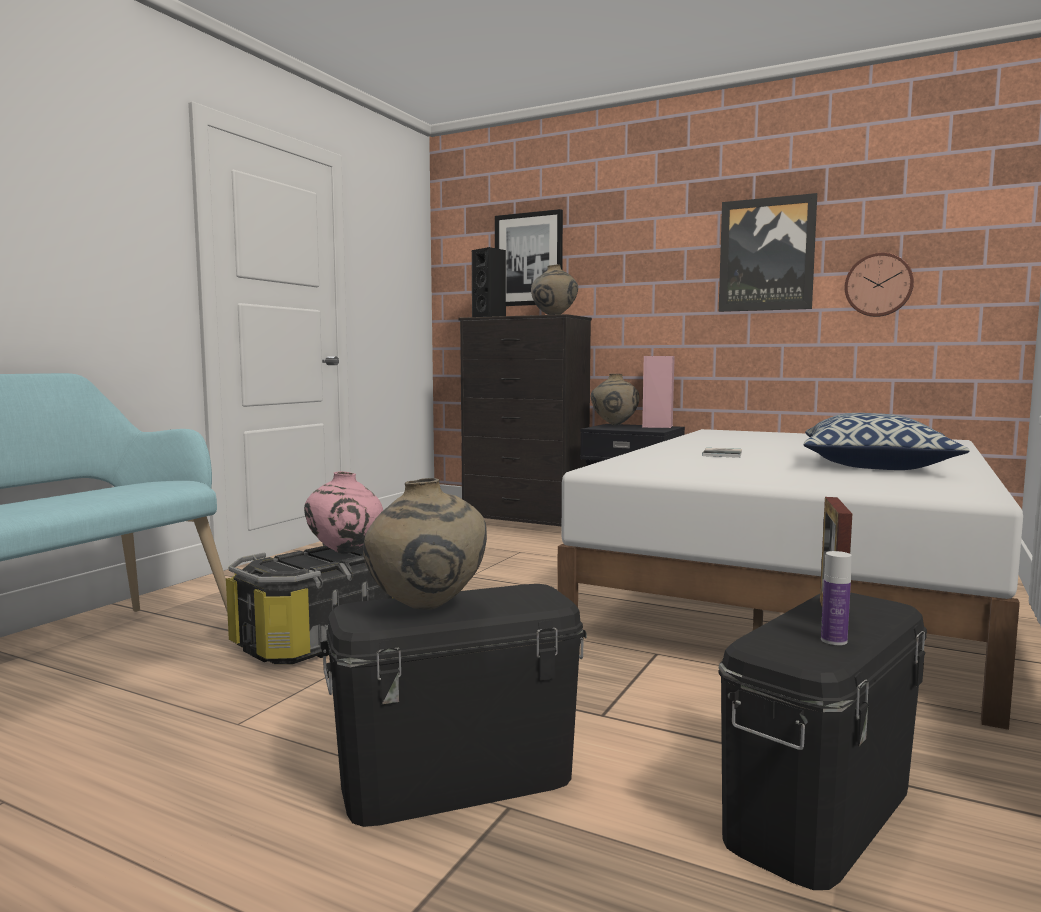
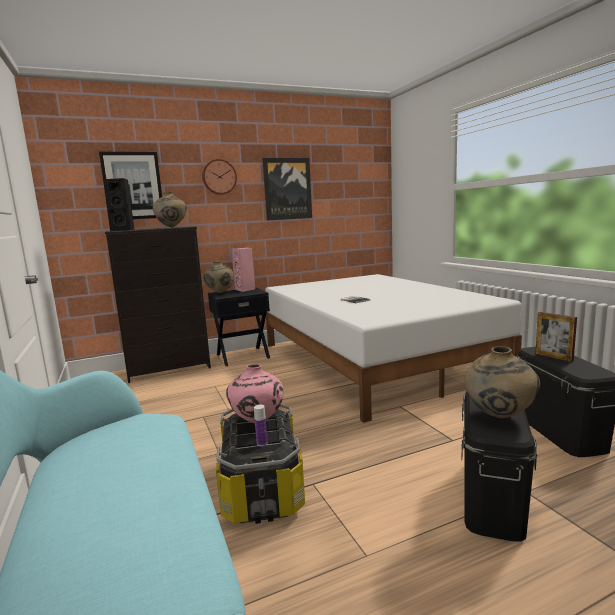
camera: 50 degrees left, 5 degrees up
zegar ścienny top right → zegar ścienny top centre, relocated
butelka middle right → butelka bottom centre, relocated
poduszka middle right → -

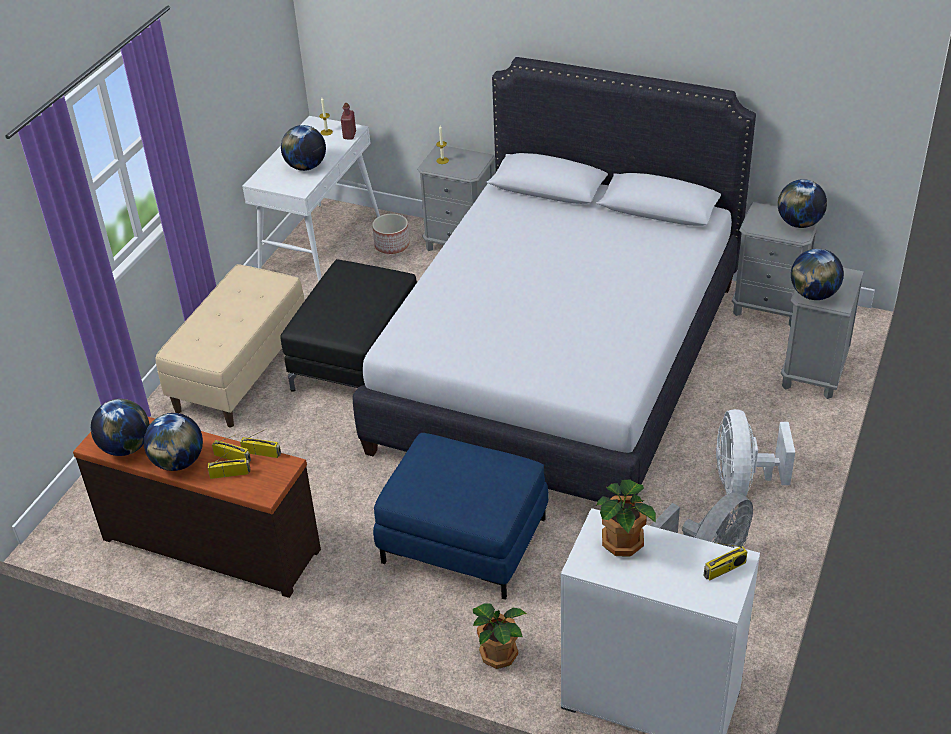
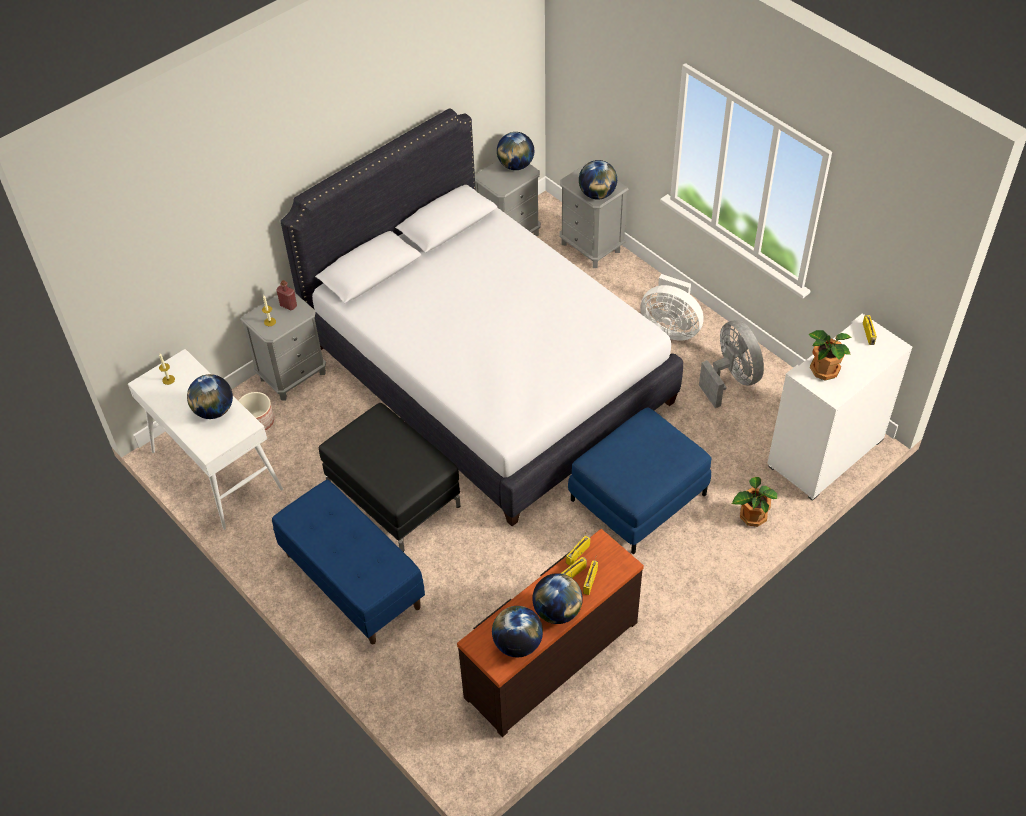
camera: 65 degrees left, 10 degrees up
ławka/beżowy middle left → ławka/niebieski bottom centre
butelka/czerwony top centre → butelka/czerwony middle left, relocated

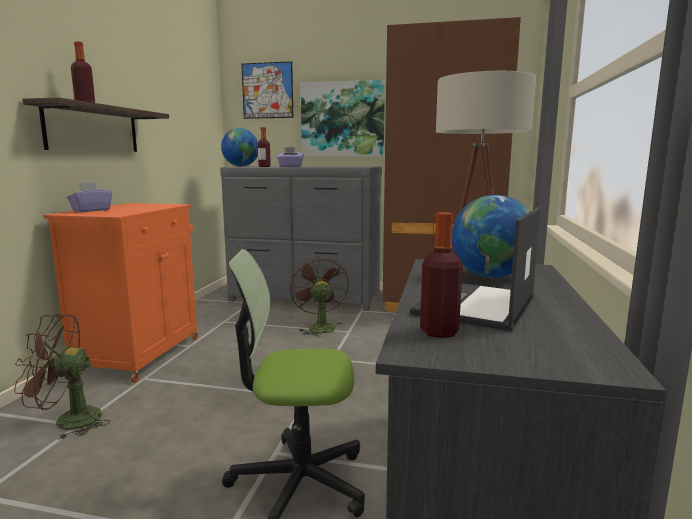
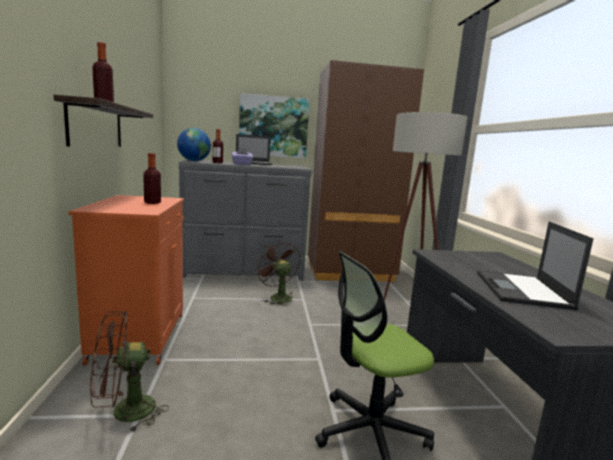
camera: 20 degrees left, 0 degrees up
butelka (no. 3 from left in the first image) centre → butelka (no. 2 from left) middle left, relocated
- → laptop (no. 1 from left) top centre
pudełko chusteczek/fioletowy (no. 1 from left) middle left → -
obraz (no. 1 from left) top centre → -
globus (no. 2 from left) middle right → -

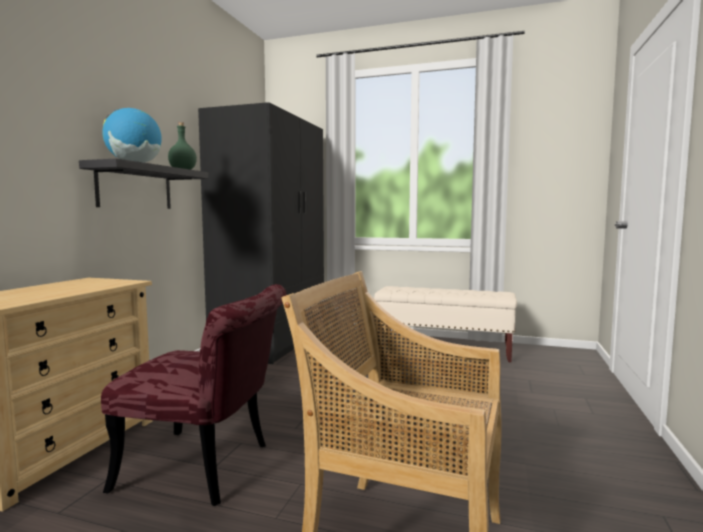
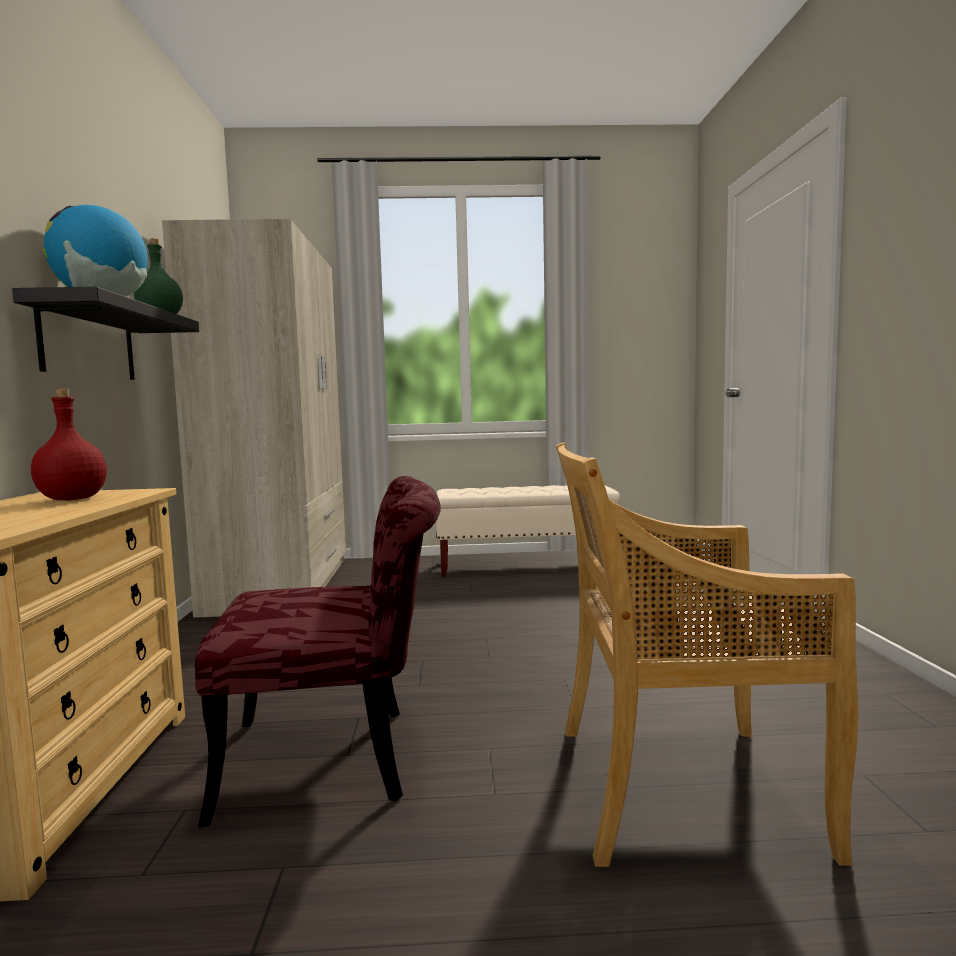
camera: 20 degrees left, 0 degrees up
- → butelka/czerwony middle left
szafa/czarny centre → szafa/beżowy middle left

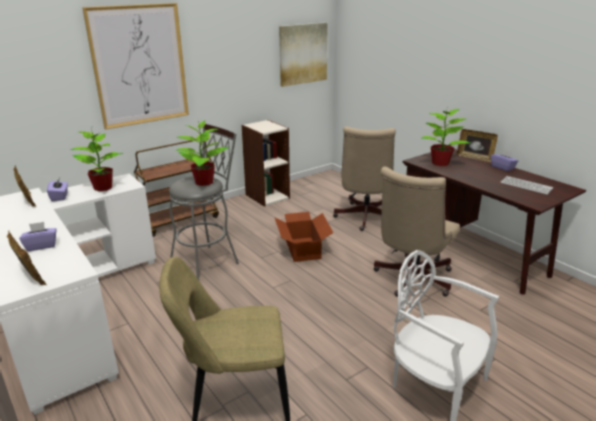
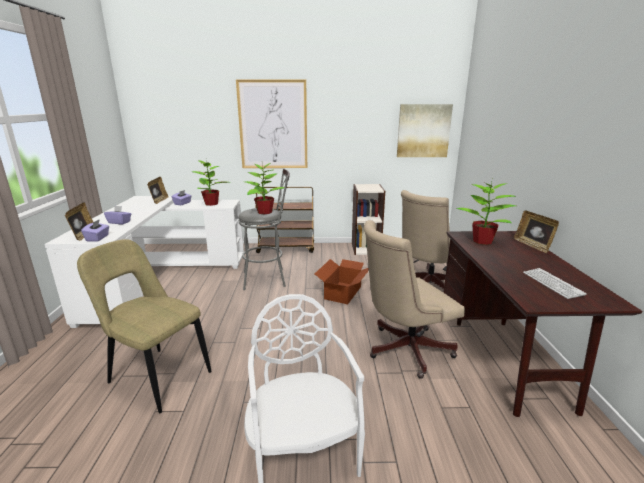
camera: 35 degrees right, 5 degrees down
pudełko chusteczek/fioletowy (no. 3 from left in the first image) middle right → pudełko chusteczek/fioletowy (no. 1 from left) middle left, relocated

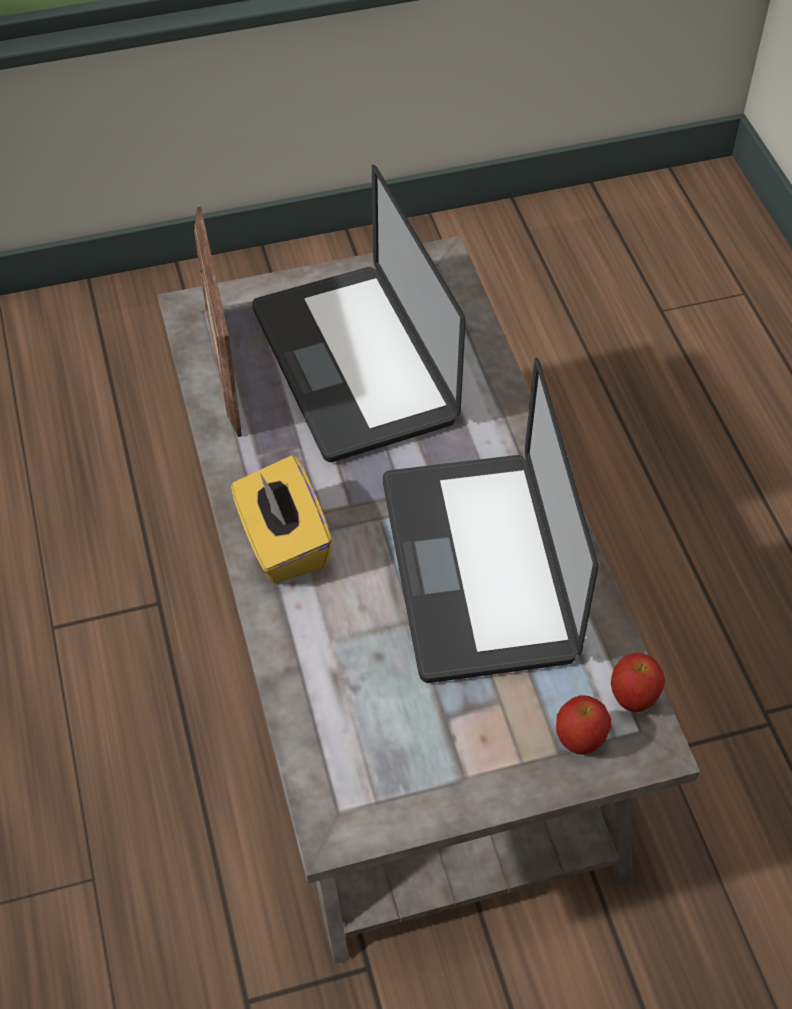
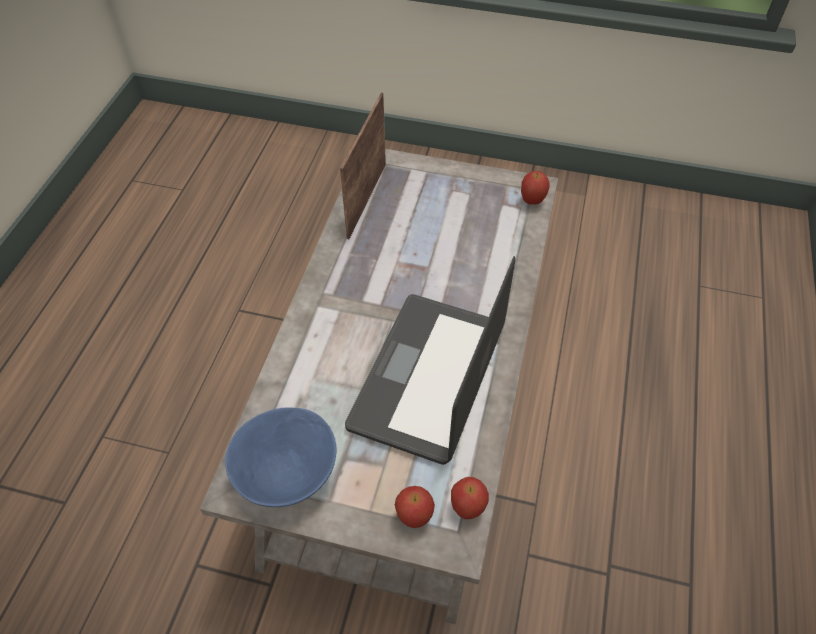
camera: 30 degrees right, 0 degrees up
- → miska/niebieski bottom centre
- → jabłko (no. 3 from left) top centre
pudełko chusteczek/żółty centre → -
laptop (no. 1 from left) top centre → -

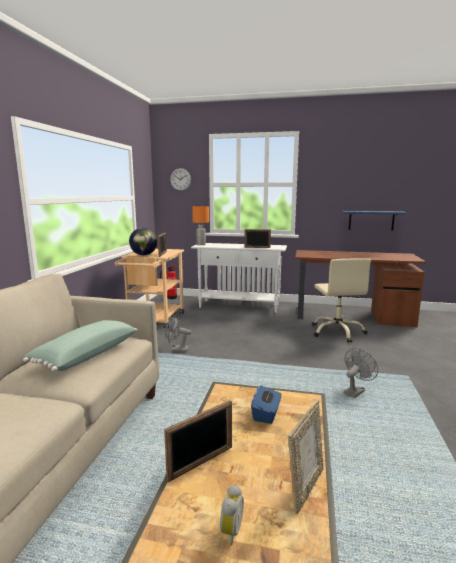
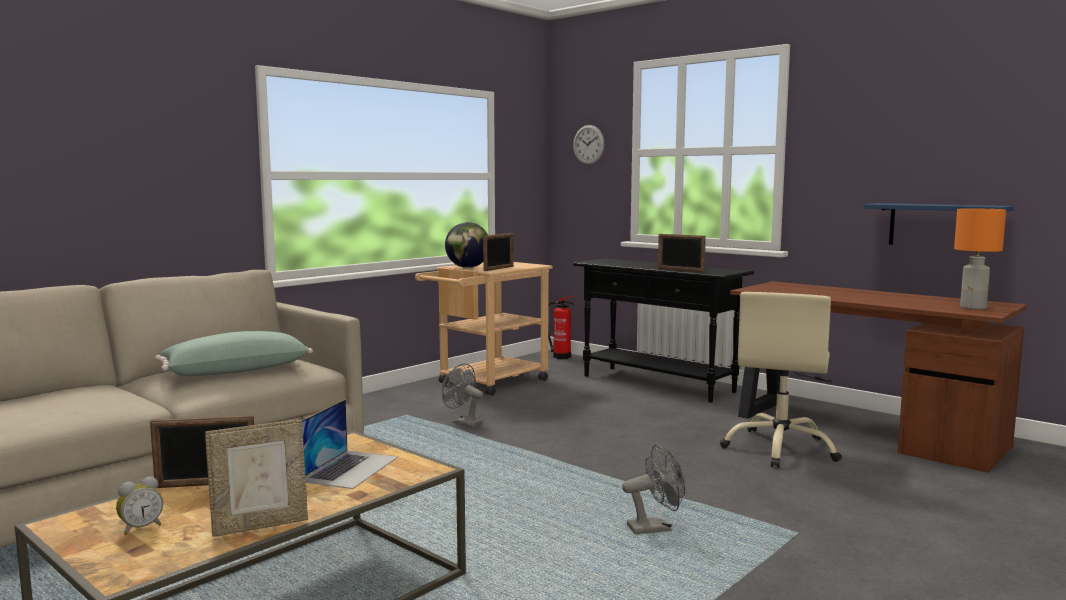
camera: 30 degrees right, 5 degrees down
pudełko chusteczek/niebieski bottom centre → laptop bottom left
stolik konsolowy/biały centre → stolik konsolowy/czarny centre
lampa stołowa/pomarańczowy centre → lampa stołowa/pomarańczowy middle right, relocated

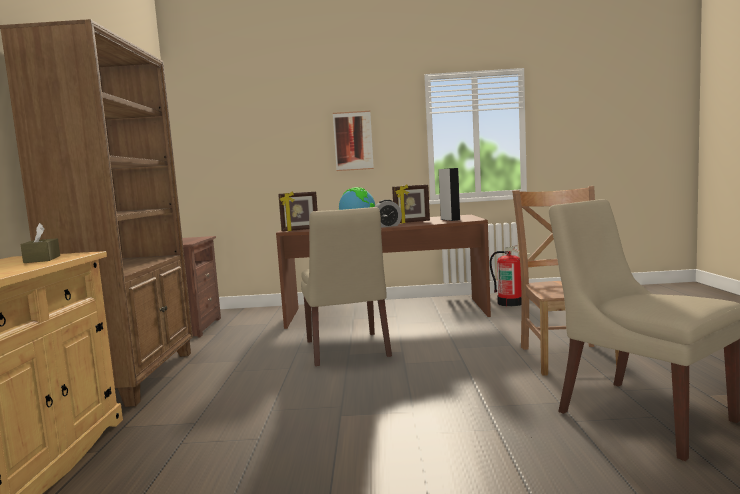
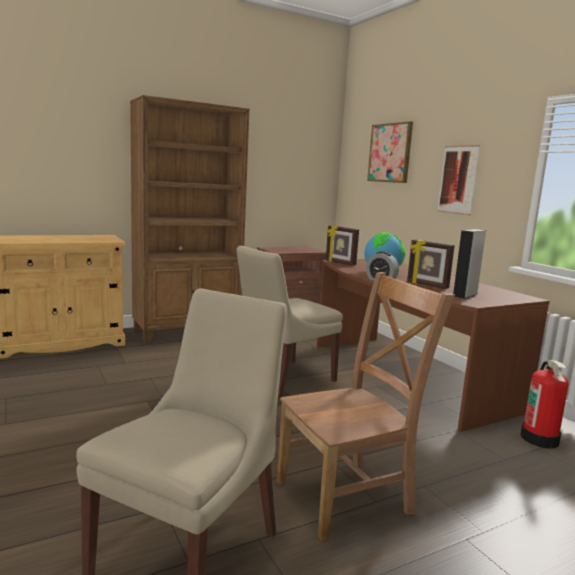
camera: 60 degrees right, 5 degrees up
- → obraz (no. 1 from left) top right
pudełko chusteczek/brązowy middle left → -

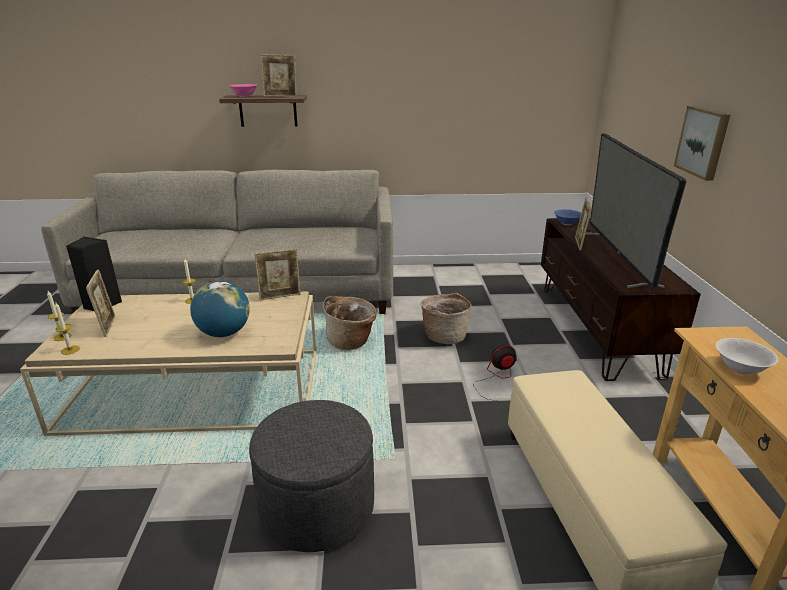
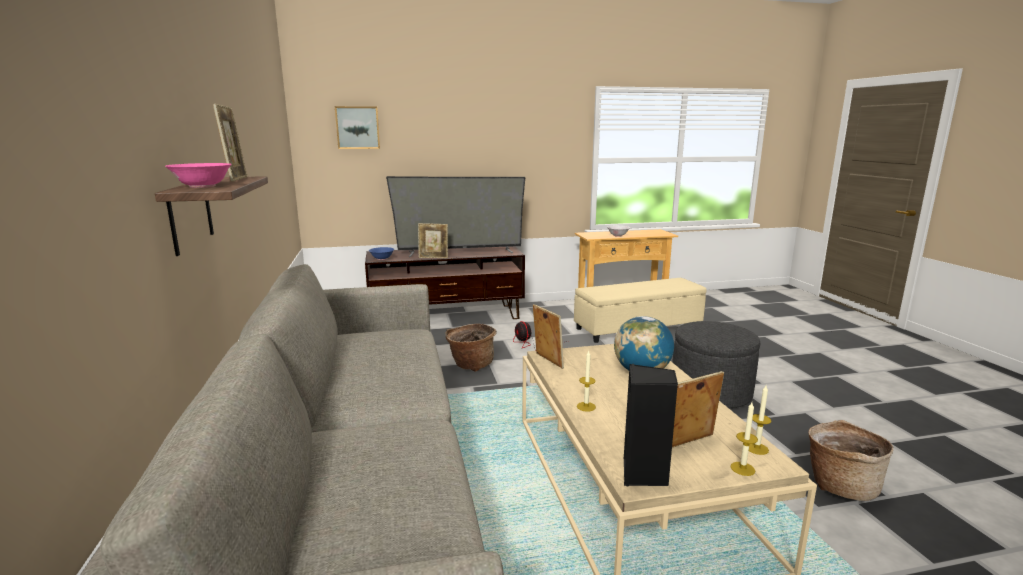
camera: 100 degrees left, 10 degrees down
obraz top right → obraz top centre, relocated
koszyk (no. 1 from left in the first image) centre → koszyk (no. 2 from left) bottom right, relocated

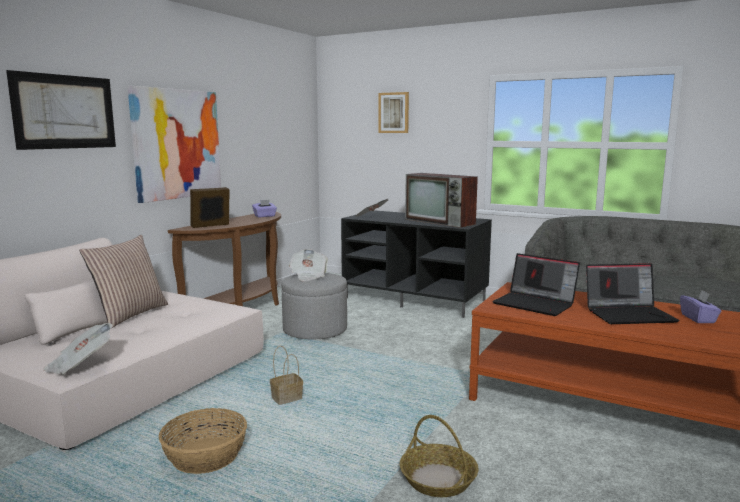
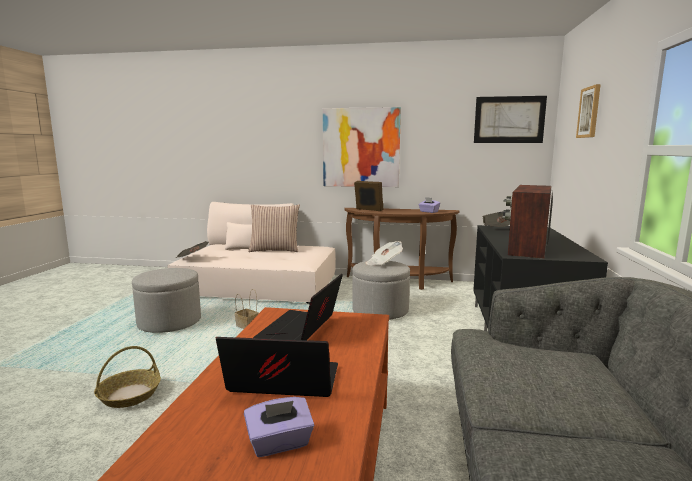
camera: 70 degrees right, 0 degrees up
koszyk (no. 1 from left) bottom left → pufa/szary (no. 1 from left) middle left
laptop (no. 2 from left in the first image) middle right → laptop (no. 1 from left) bottom centre, 120 degrees clockwise
obraz (no. 1 from left in the first image) top left → obraz (no. 2 from left) top right, relocated

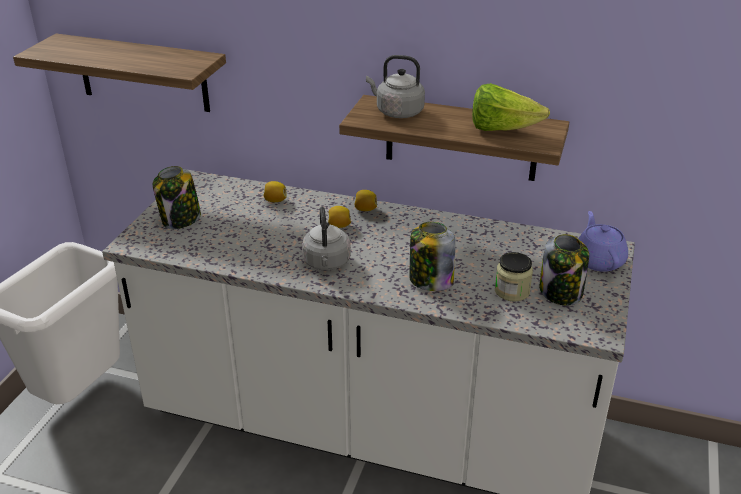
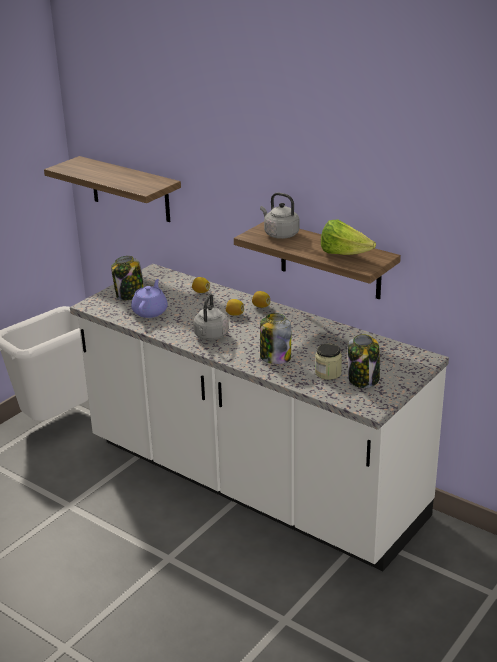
camera: 20 degrees right, 5 degrees down
imbryk/fioletowy middle right → imbryk/fioletowy middle left, relocated

